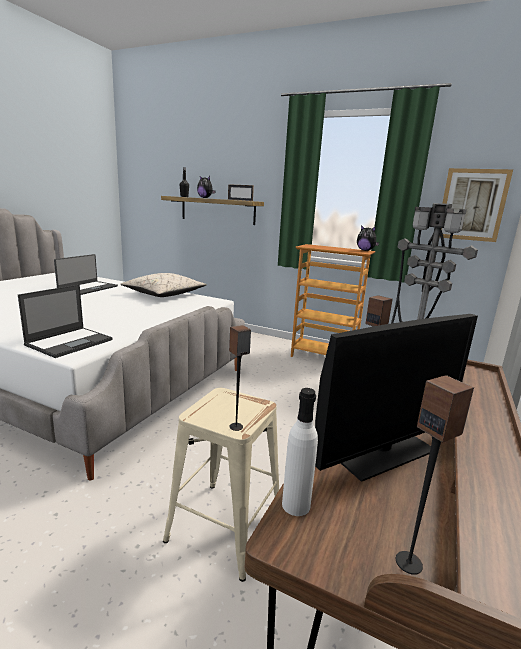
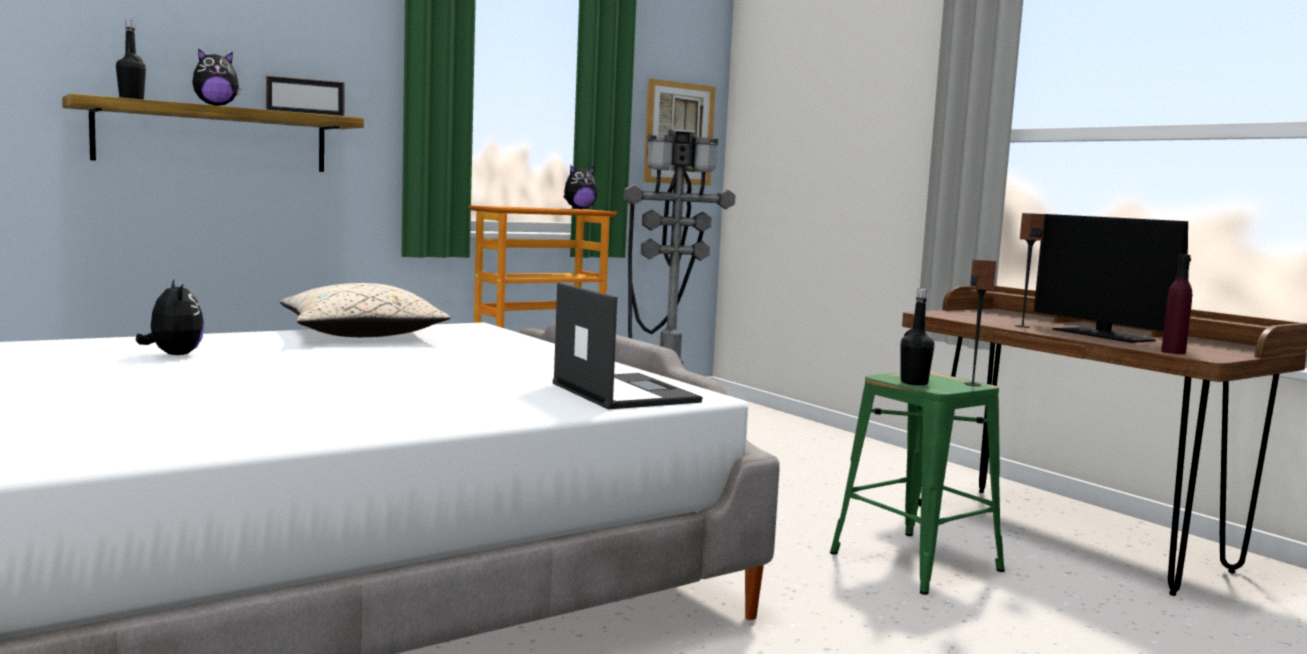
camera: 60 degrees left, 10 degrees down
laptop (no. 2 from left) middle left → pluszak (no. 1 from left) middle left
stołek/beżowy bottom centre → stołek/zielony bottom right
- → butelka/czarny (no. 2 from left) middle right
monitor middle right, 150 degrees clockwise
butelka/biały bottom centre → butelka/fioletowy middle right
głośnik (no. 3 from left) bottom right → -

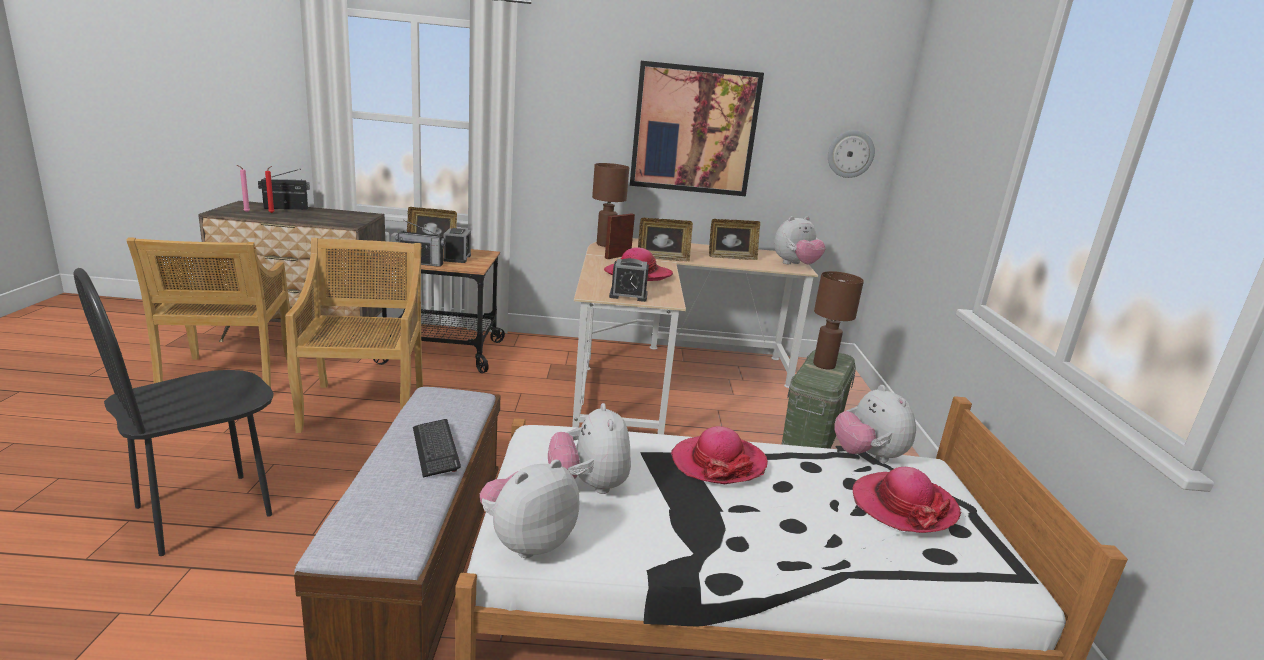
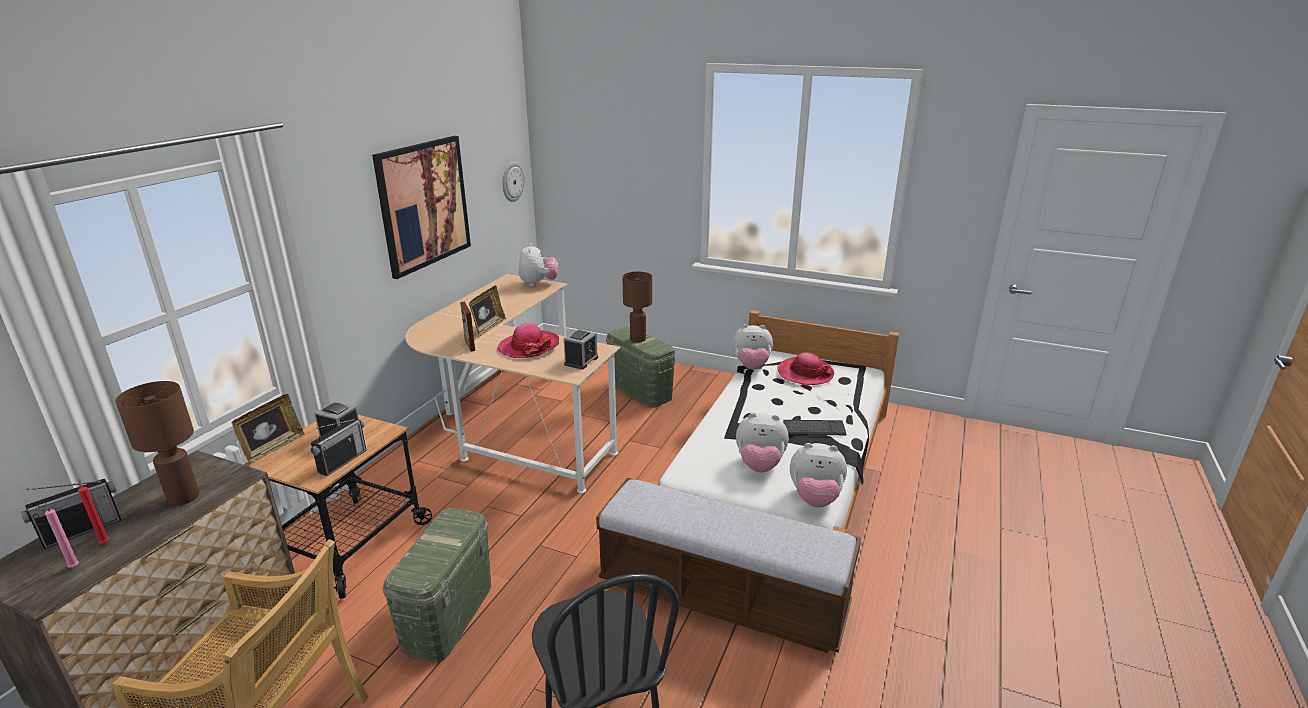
camera: 65 degrees left, 5 degrees up
radio (no. 1 from left) top left → radio (no. 1 from left) bottom left, 135 degrees counterclockwise
lampa stołowa/brązowy (no. 1 from left) top centre → lampa stołowa/brązowy (no. 1 from left) middle left, relocated
krzesło/beżowy (no. 2 from left) middle left → pojemnik do przechowywania/zielony (no. 1 from left) bottom centre
klawiatura bottom centre → klawiatura centre, relocated
pluszak (no. 1 from left in the first image) bottom centre → pluszak (no. 4 from left) bottom centre, 60 degrees counterclockwise
kapelusz (no. 2 from left) bottom centre → -
ramka na zdjęcie (no. 4 from left) centre → -

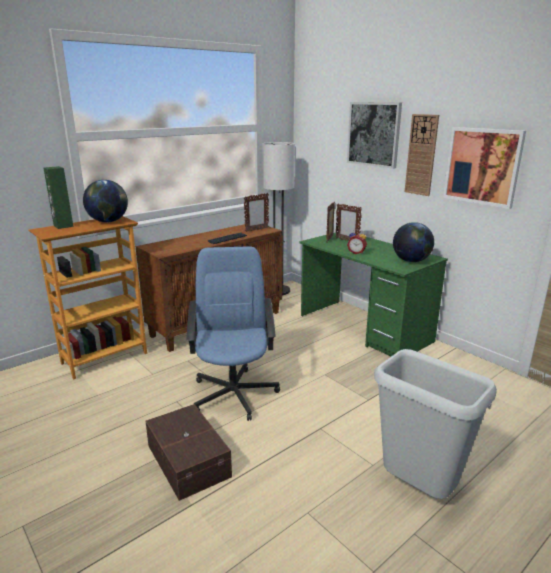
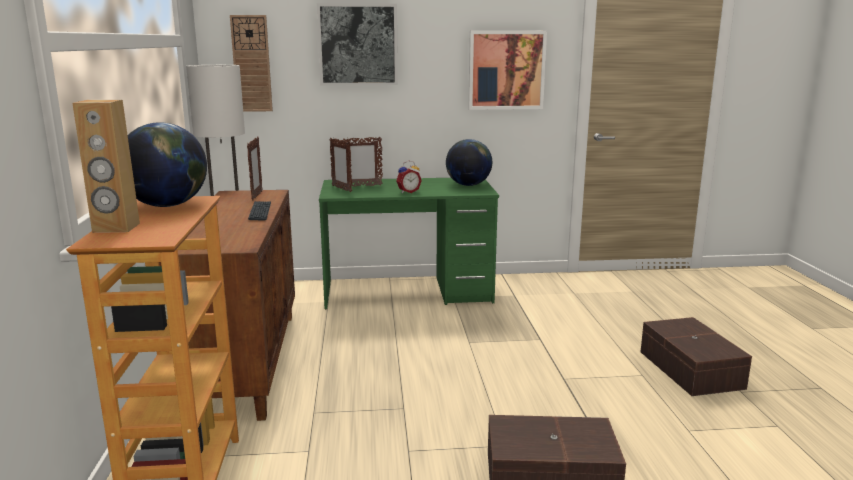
camera: 55 degrees left, 5 degrees down
głośnik/zielony middle left → głośnik/brązowy middle left
zegar ścienny top right → zegar ścienny top left, relocated
kosz na śmieci/szary bottom right → pojemnik do przechowywania/brązowy (no. 2 from left) bottom right
krzesło biurowe/niebieski centre → -

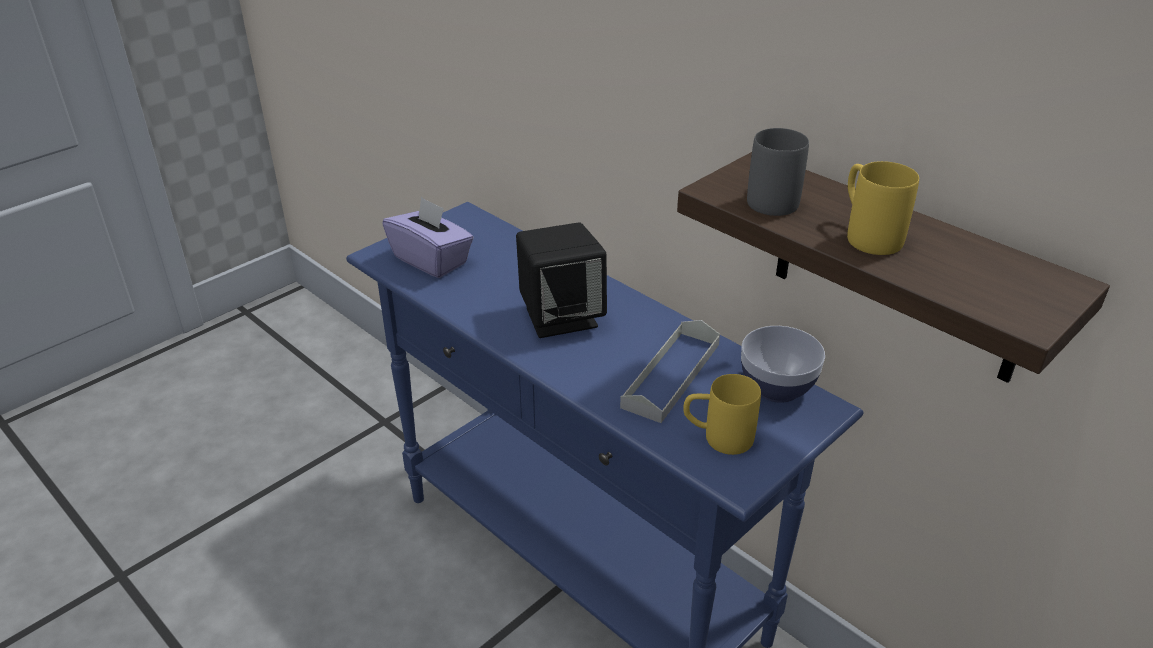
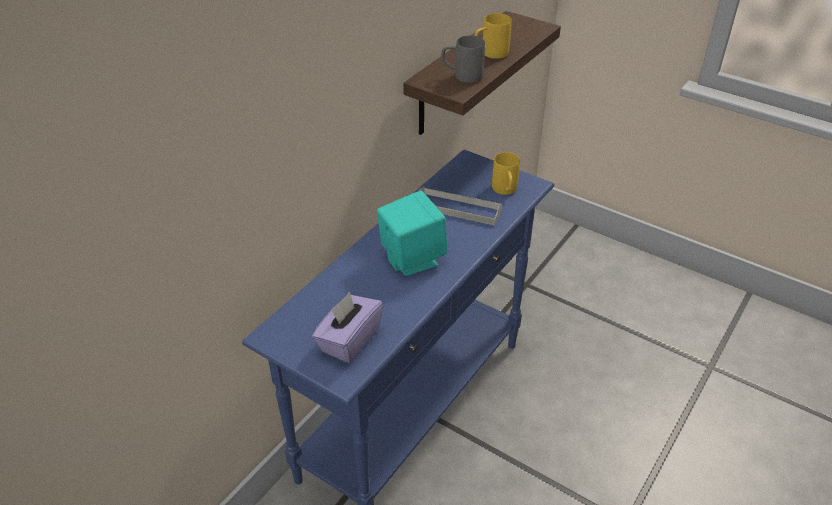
camera: 100 degrees left, 5 degrees up
głośnik/czarny centre → głośnik/turkusowy centre
miska middle right → -

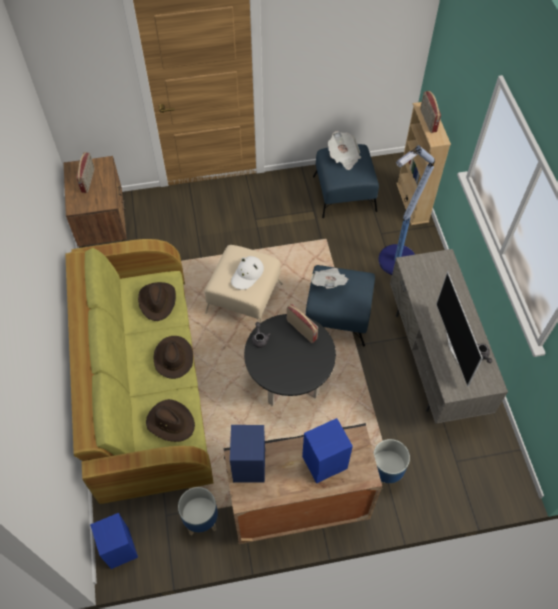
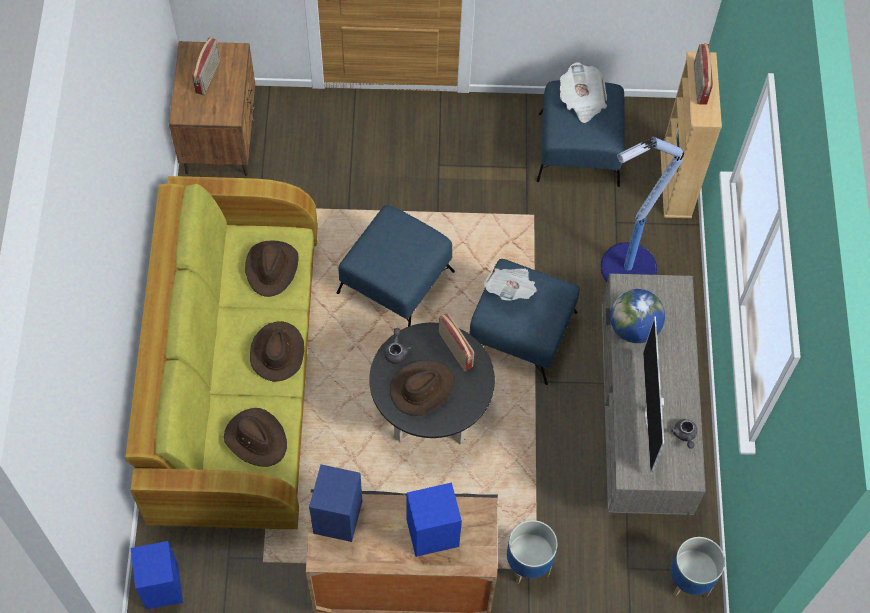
camera: 10 degrees right, 5 degrees up
pufa/beżowy centre → pufa/niebieski (no. 1 from left) centre
- → kapelusz/brązowy (no. 4 from left) centre
- → globus middle right
donica (no. 1 from left in the first image) bottom centre → donica (no. 2 from left) bottom right, relocated
kapelusz/biały centre → -

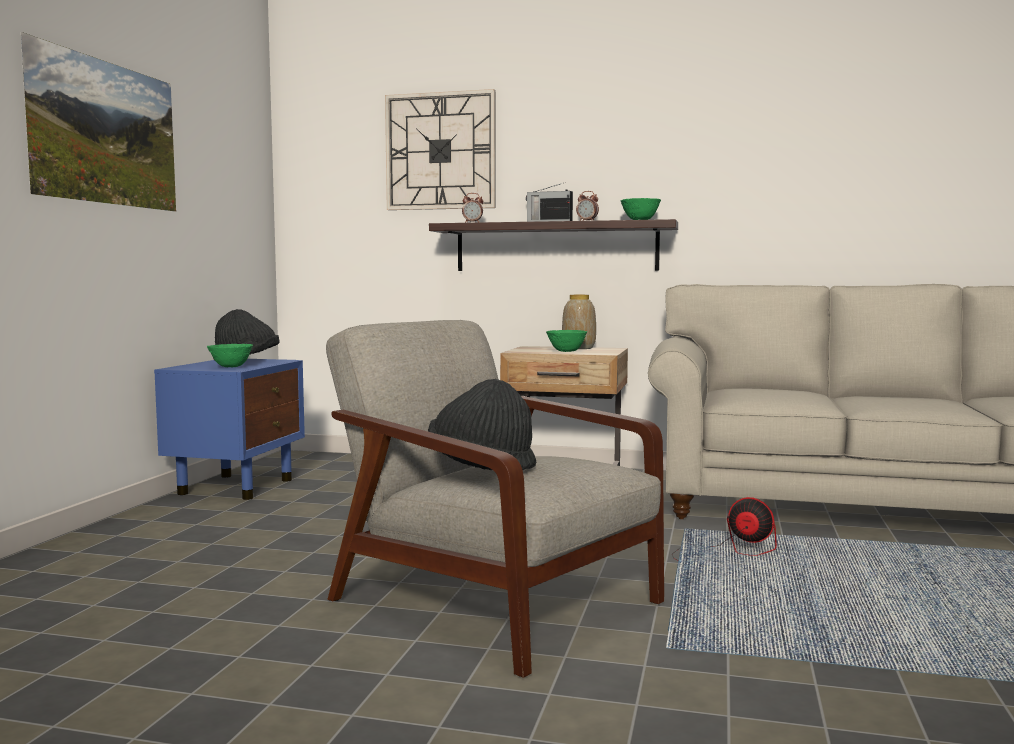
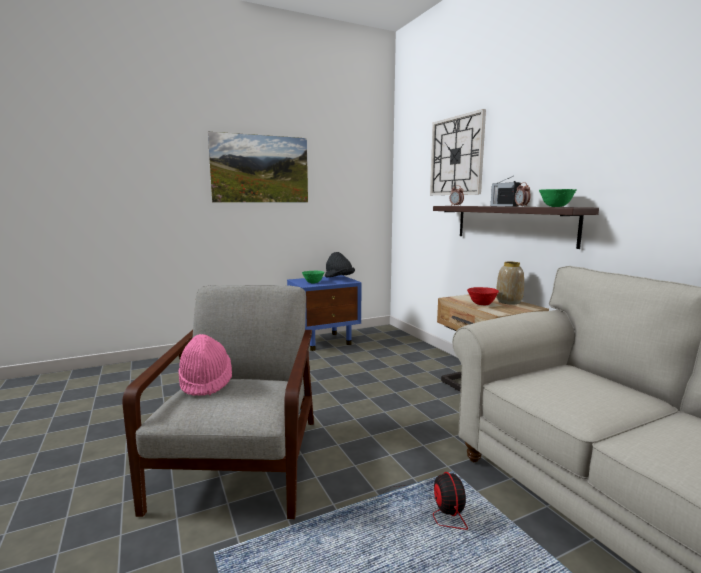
camera: 50 degrees right, 5 degrees up
kapelusz/czarny (no. 2 from left) centre → kapelusz/różowy middle left
miska/zielony (no. 2 from left) centre → miska/czerwony middle right

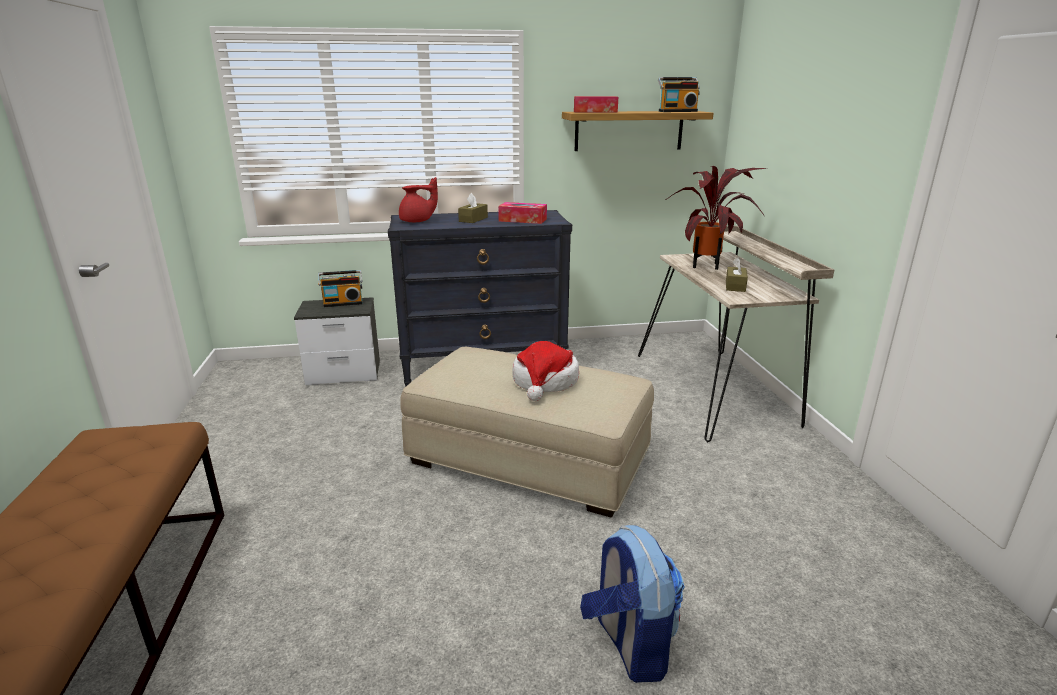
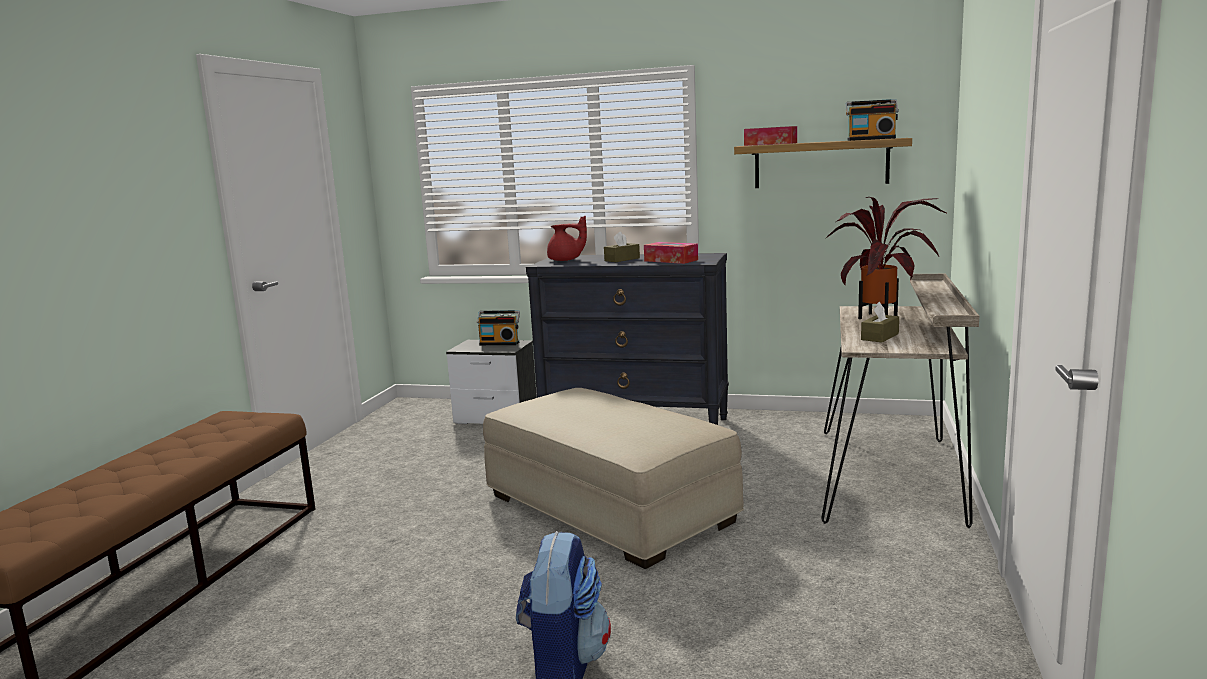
camera: 25 degrees right, 10 degrees down
kapelusz centre → -

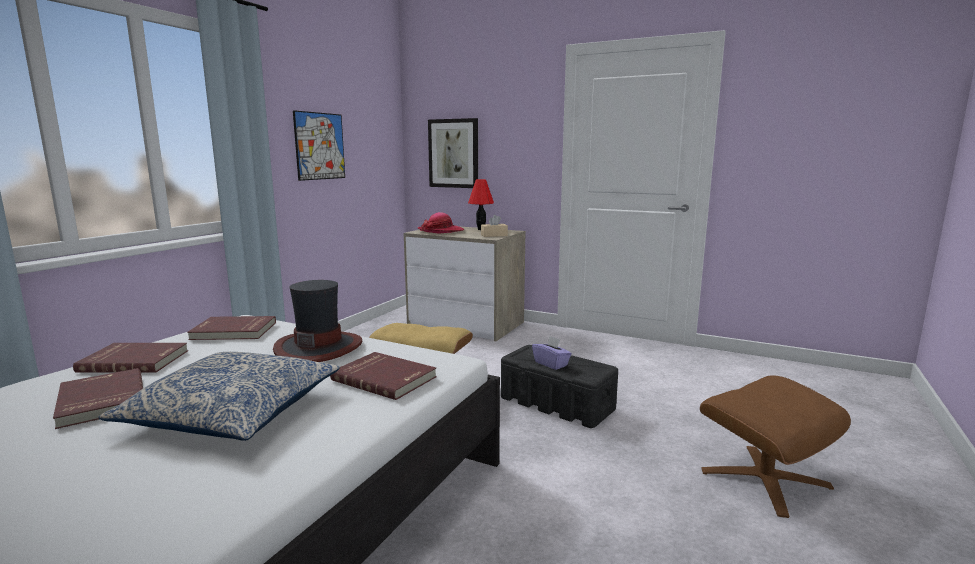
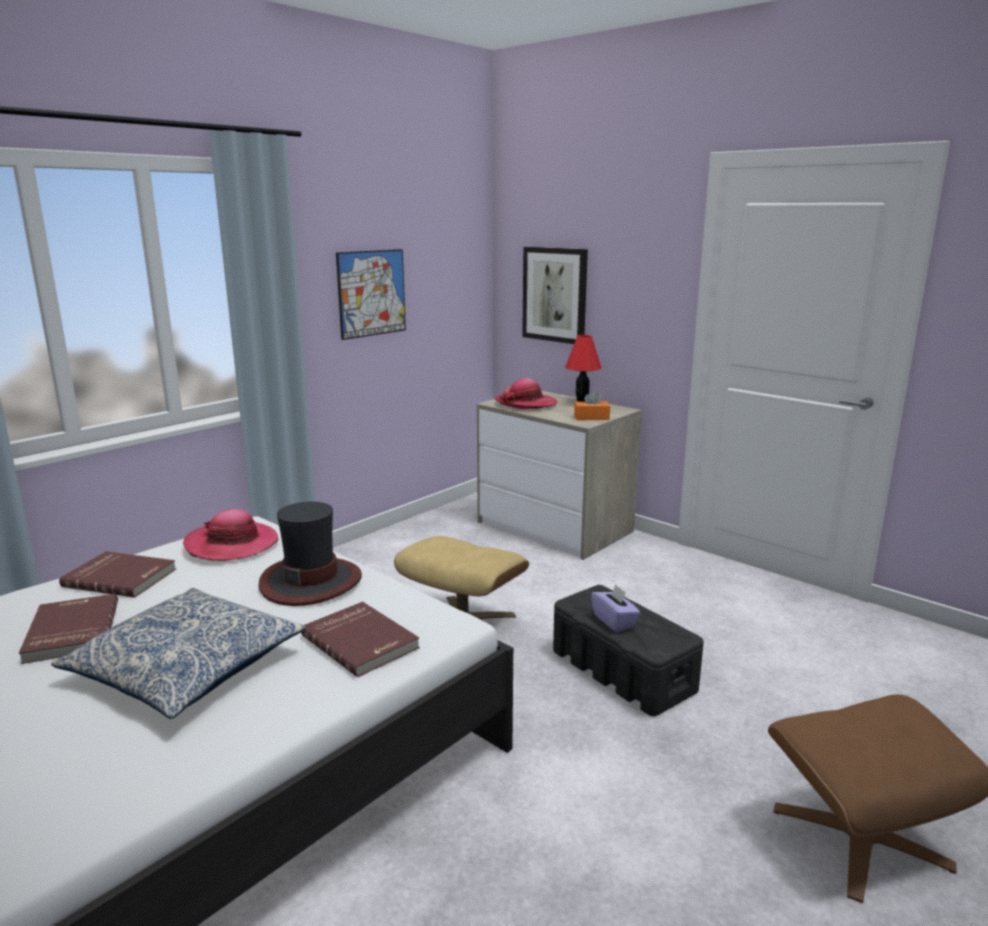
camera: 15 degrees right, 5 degrees up
książka/czerwony (no. 3 from left) middle left → kapelusz (no. 1 from left) middle left
pudełko chusteczek/beżowy centre → pudełko chusteczek/pomarańczowy centre

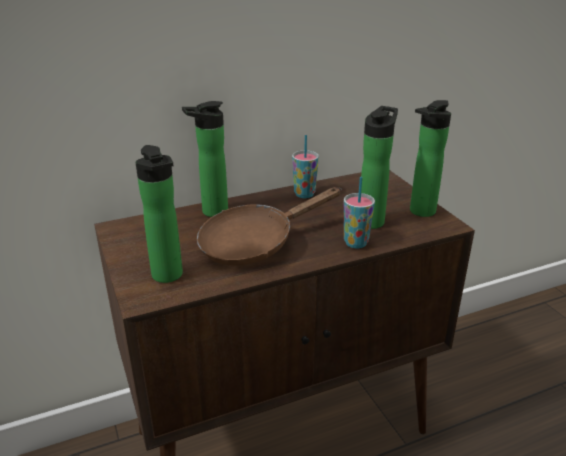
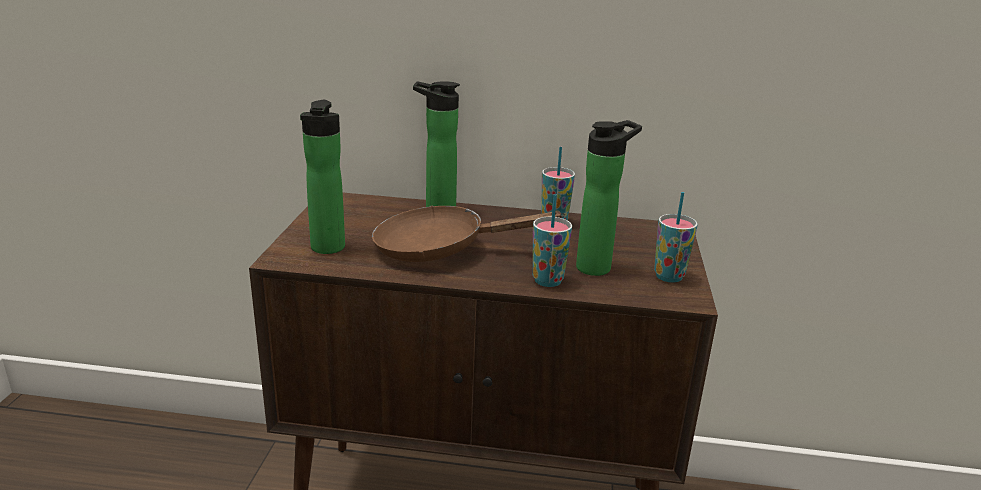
camera: 30 degrees right, 5 degrees down
butelka (no. 4 from left) middle right → filiżanka (no. 3 from left) middle right

